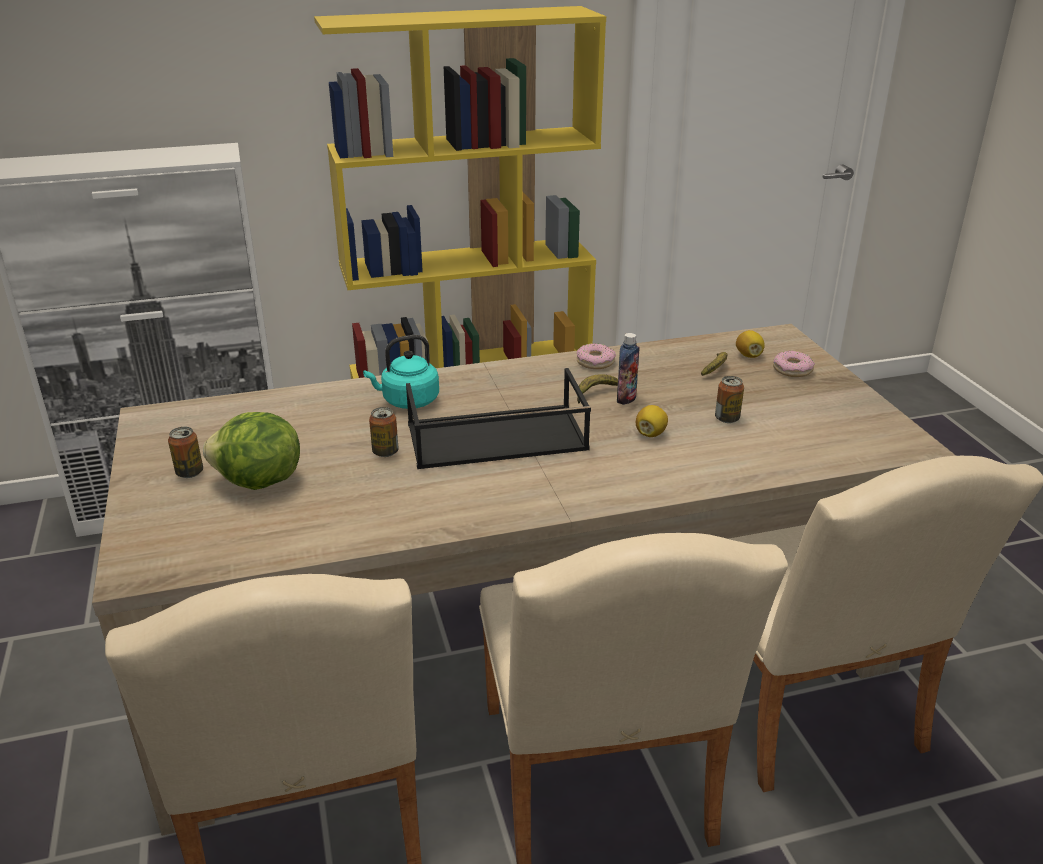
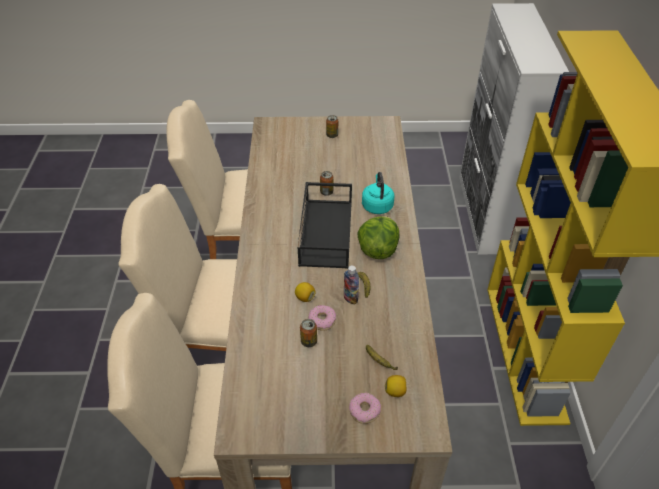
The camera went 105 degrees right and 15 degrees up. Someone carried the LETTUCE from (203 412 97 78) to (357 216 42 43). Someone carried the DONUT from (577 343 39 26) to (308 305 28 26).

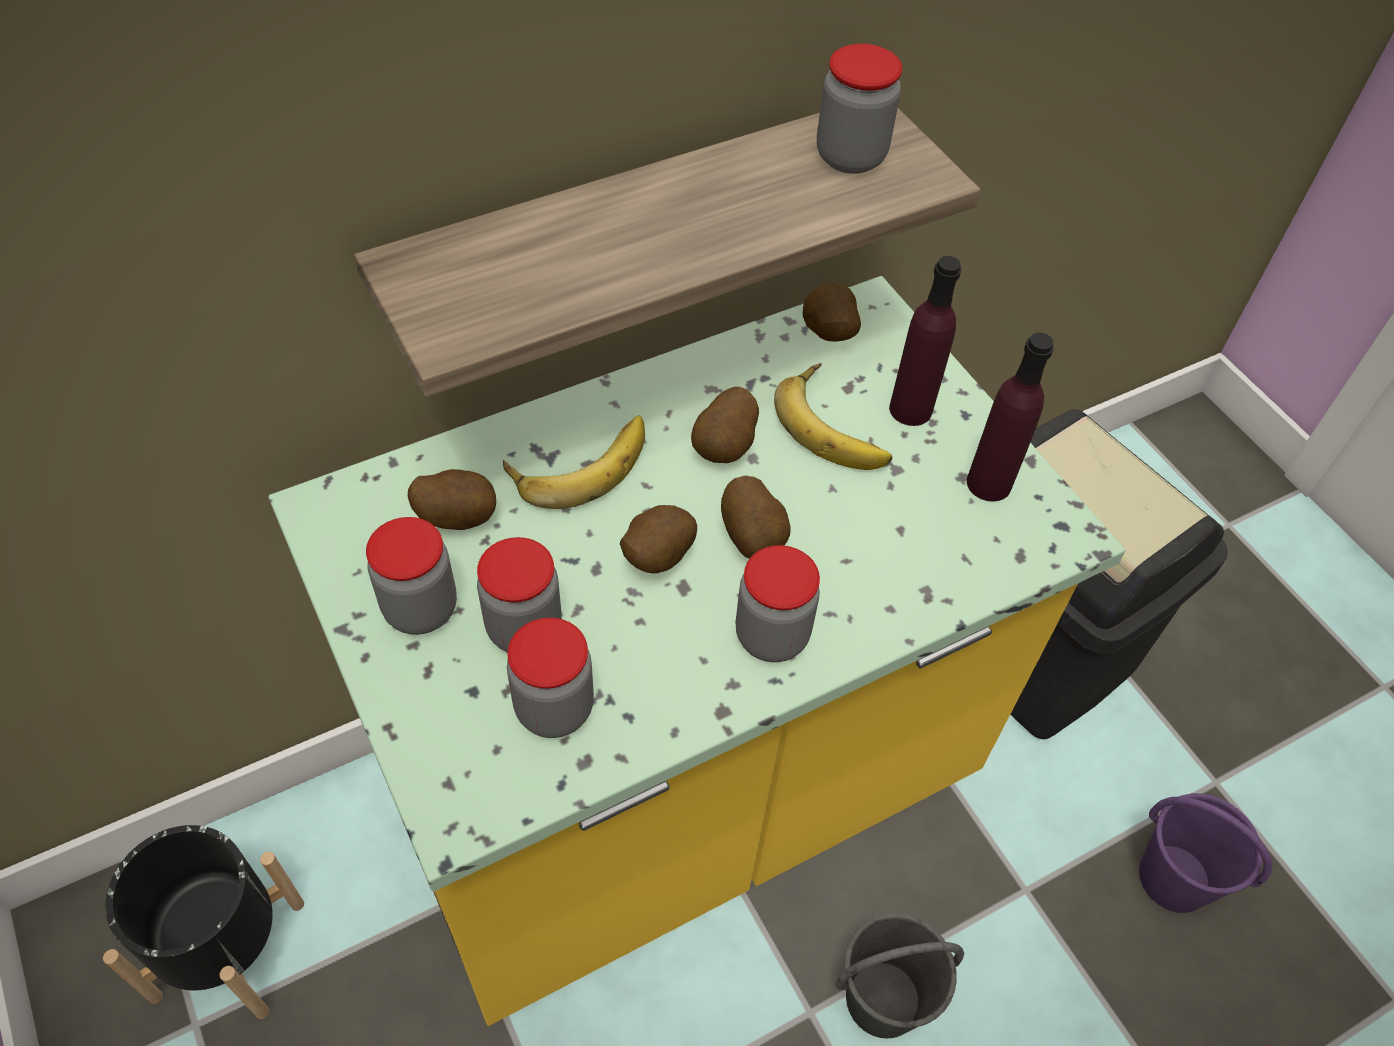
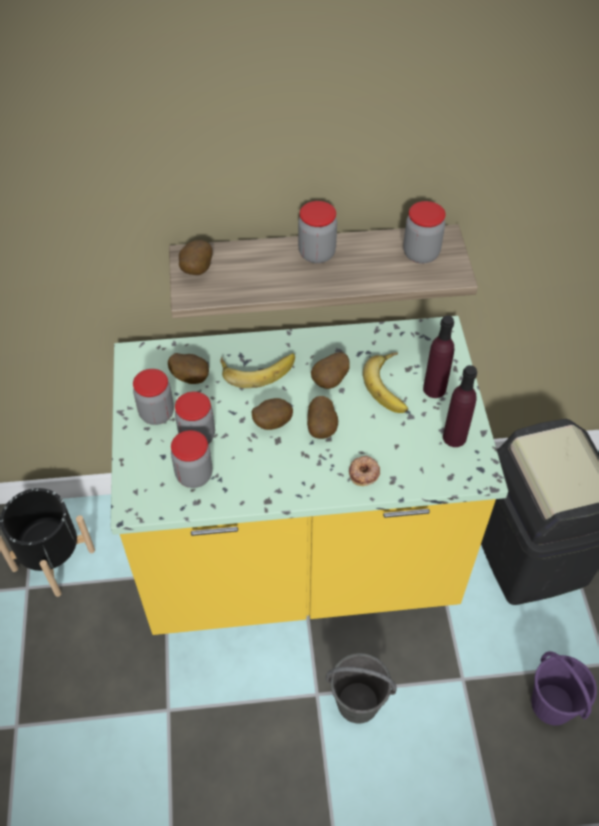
The camera went 25 degrees right and 0 degrees up. Someone carried the JAR from (735 545 85 117) to (298 201 39 62). Someone carried the POTATO from (803 283 58 59) to (179 240 34 35). Someone put down the DONUT at (349 456 31 30).

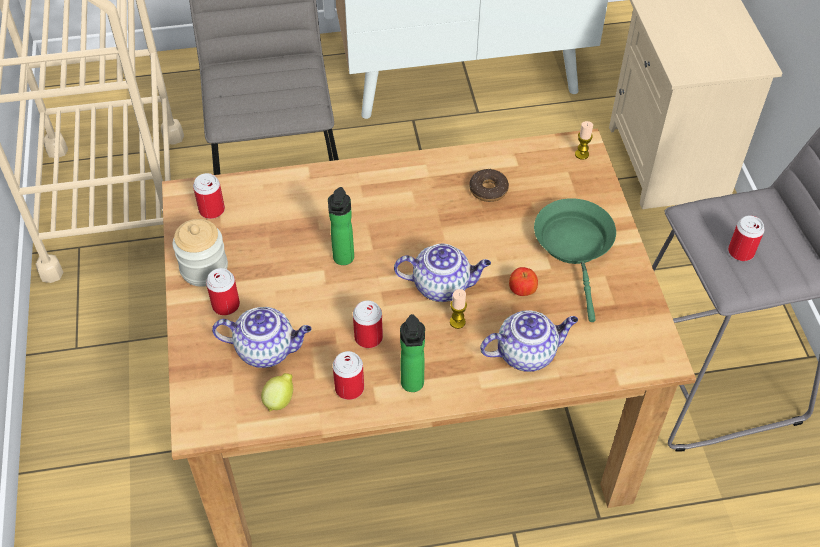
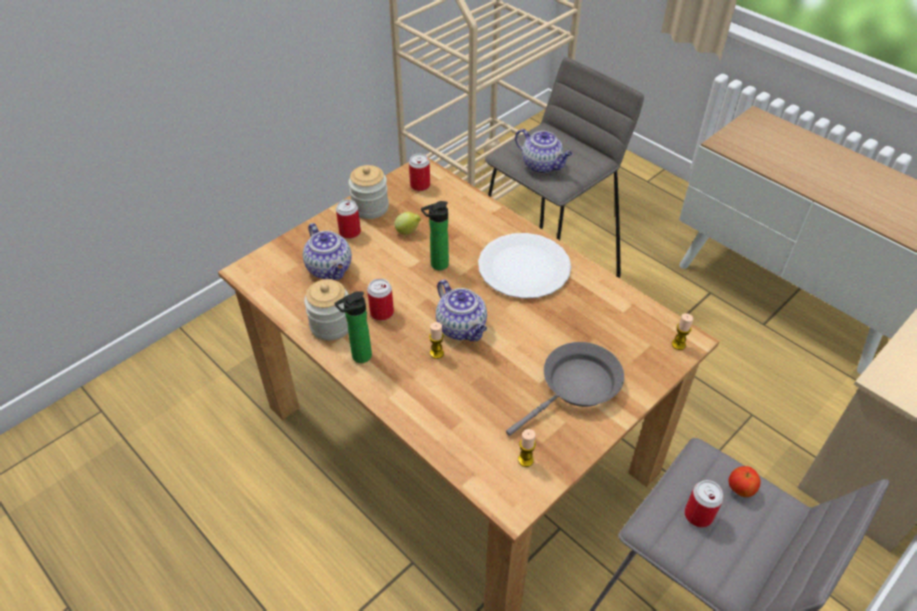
The camera went 55 degrees right and 5 degrees down. Someone carried the LEMON from (261 373 32 38) to (394 212 27 23). Someone swapped the CAN at (333 351 31 49) for the JAR at (304 279 45 62). Someone took away the DONUT at (469 169 40 33). Someone carried the TEAPOT from (480 310 98 62) to (515 129 58 44). Someone carried the APPLE from (509 267 29 29) to (728 466 33 31). Someone repainted the GREEN FRYING PAN at (534 198 82 124), which became the GREY FRYING PAN at (506 342 118 94). Someone put down the WHITE PLATE at (478 233 93 66). Someone put down the CANDLE at (518 429 18 38).

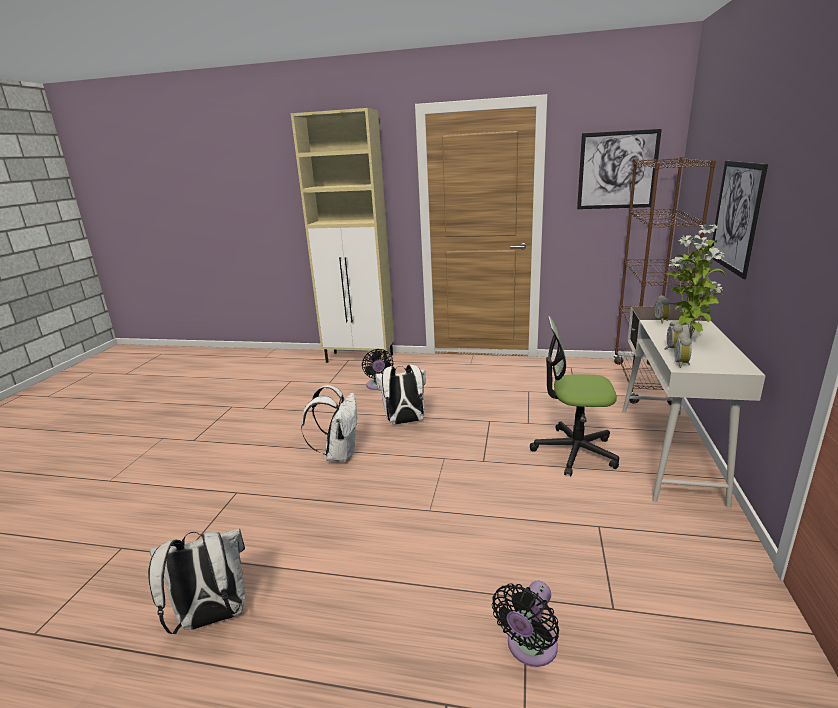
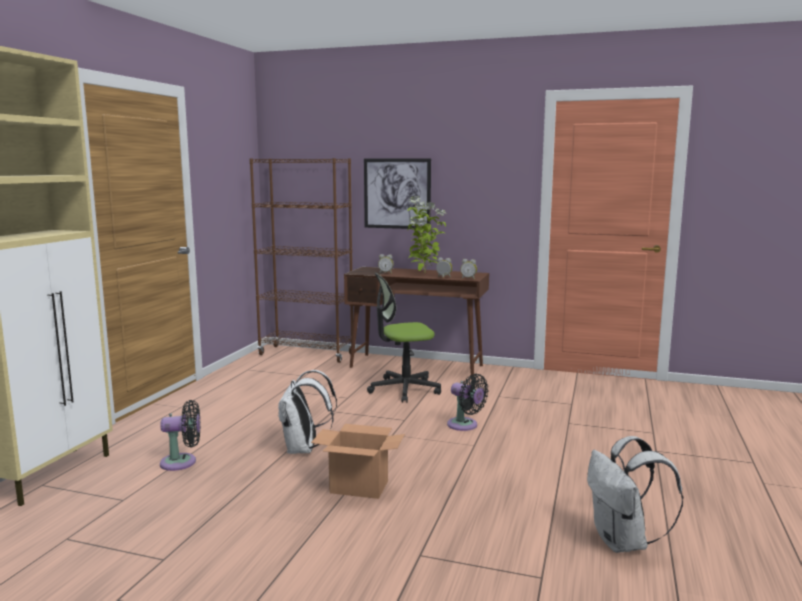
The camera went 85 degrees left and 10 degrees down. Someone swapped the WHITE BACKPACK at (301 385 57 77) for the CARDBOARD BOX at (311 424 94 75). Someone carried the BLACK FAN from (492 581 67 86) to (447 374 42 57). Someone rotated the OFFICE CHAIR at (530 316 89 160) by 60 degrees clockwise. Someone took away the PICTURE at (577 129 85 80). Someone repainted the WHITE DESK at (622 307 144 201), which became the BROWN DESK at (344 267 145 113).

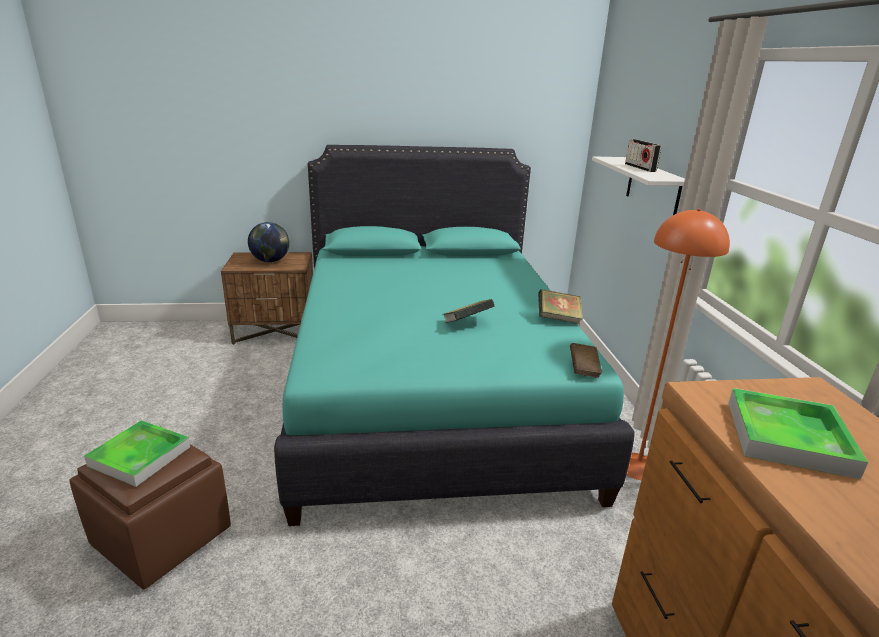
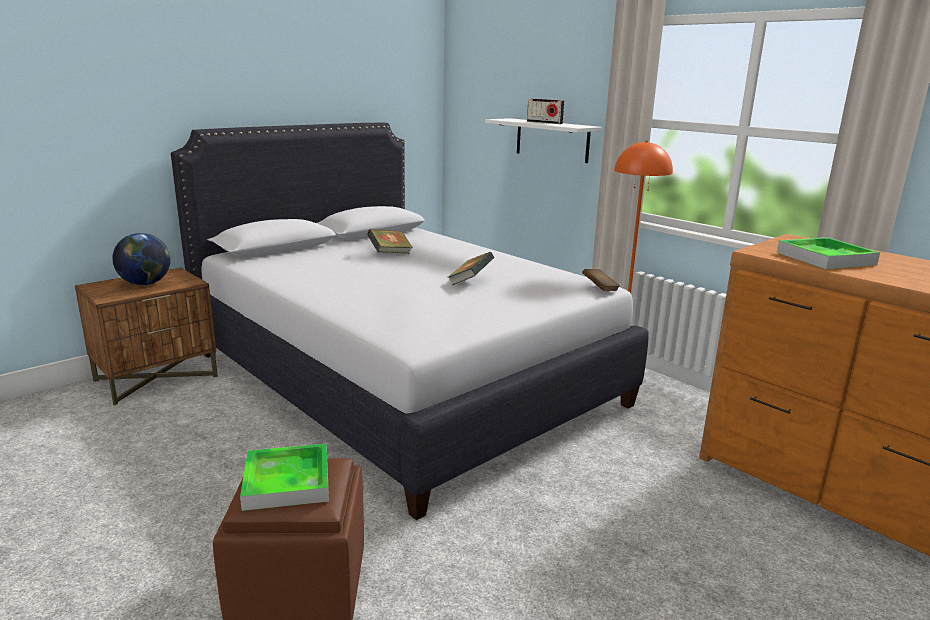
The camera went 35 degrees left and 5 degrees down. Someone repainted the TURQUOISE BED at (274 145 361 381), which became the WHITE BED at (171 122 478 398). Someone carried the BOOK from (538 289 45 35) to (367 229 46 25).

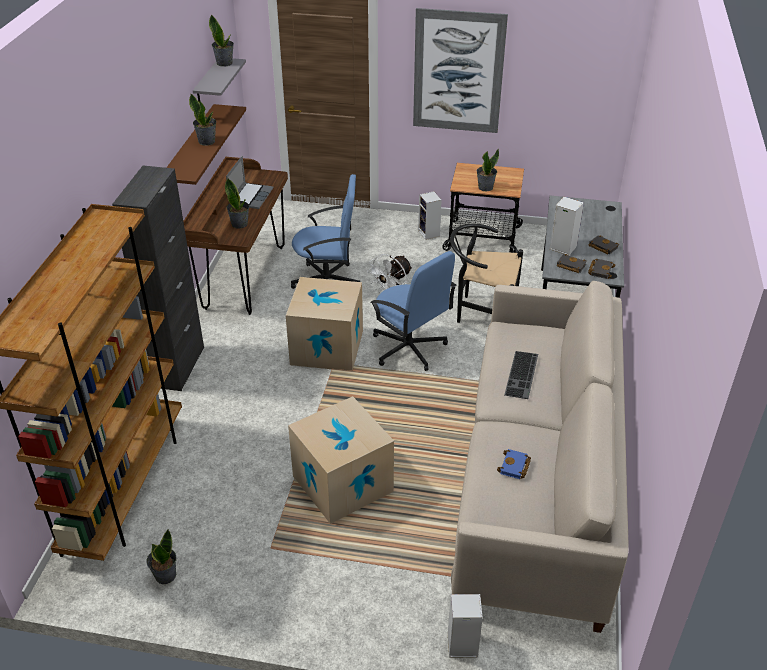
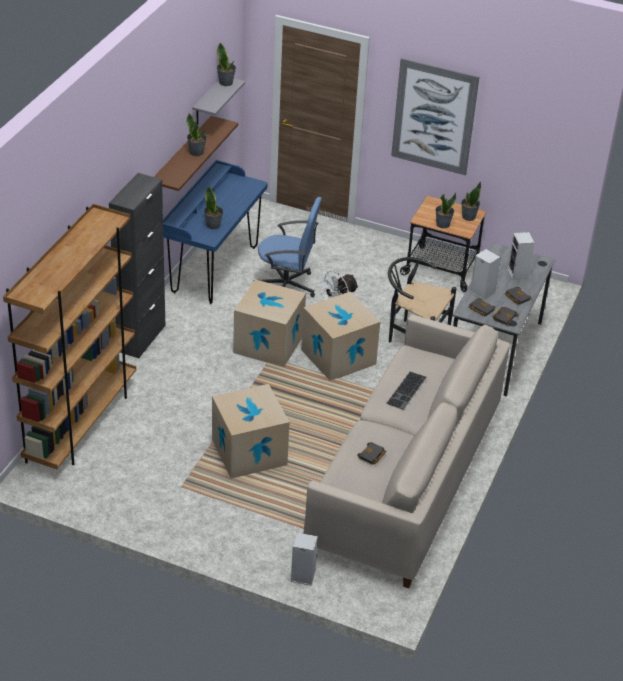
The camera went 10 degrees right and 0 degrees up. Someone carried the POTTED PLANT from (146 529 31 55) to (461 182 20 39). Someone repainted the BROWN DESK at (183 157 105 158), which became the BLUE DESK at (163 160 105 144). Someone took away the LAPTOP at (226 156 47 53). Someone swapped the BLUE OFFICE CHAIR at (370 251 87 120) for the CARDBOARD BOX at (301 292 79 89). Someone carried the SPEAKER from (418 191 24 49) to (507 232 28 48). Someone repainted the BLUE BOOK at (497 449 34 30), which became the BLACK BOOK at (357 442 29 22).

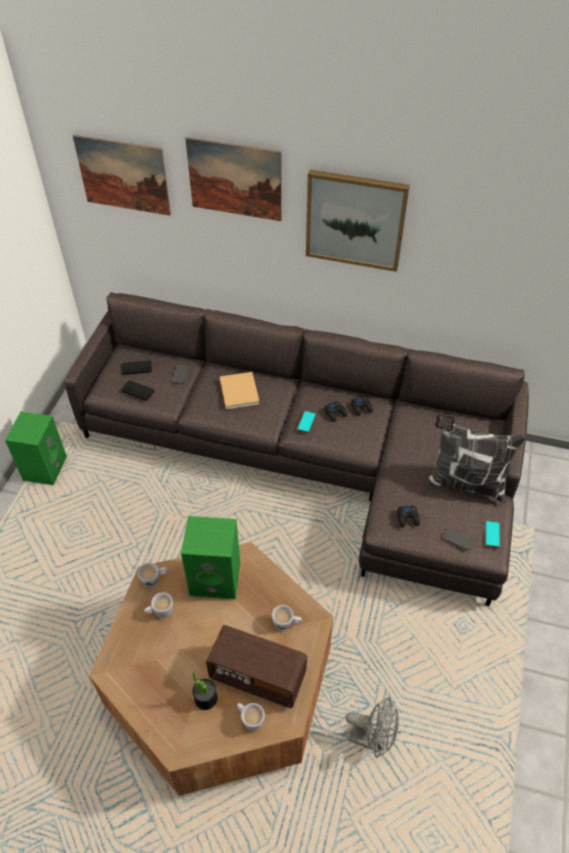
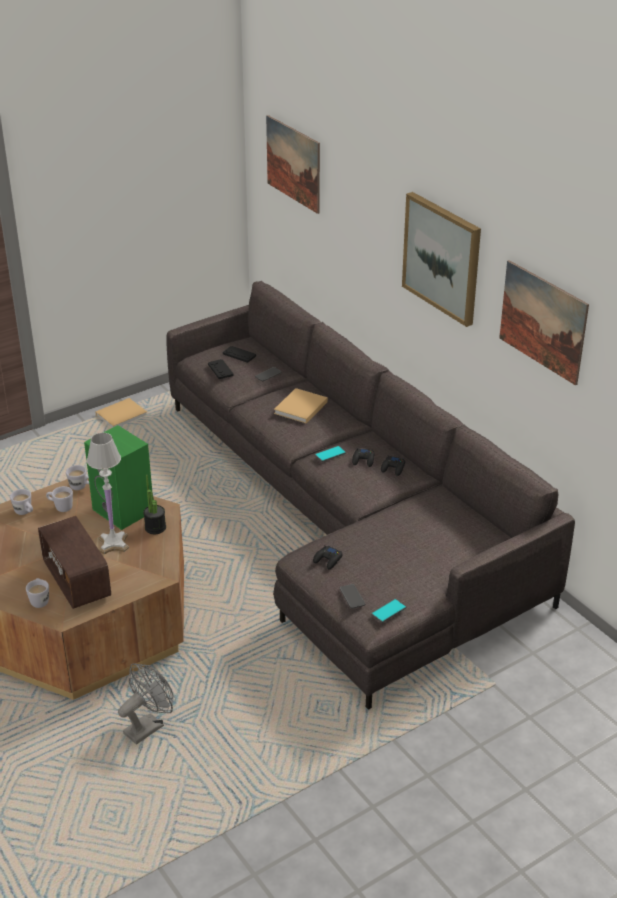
The camera went 40 degrees right and 15 degrees down. Someone swapped the GREEN SPEAKER at (5 411 62 74) for the BEIGE BOOK at (95 398 52 30). Someone carried the PICTURE from (185 137 97 84) to (499 260 90 125). Someone carried the POTTED PLANT from (192 671 25 39) to (143 475 23 59). Someone carried the WHITE MUG from (272 605 30 26) to (10 489 23 26). Someone rotated the GREY FAN at (345 697 54 61) by 105 degrees counterclockwise. Someone took away the PILLOW at (426 414 100 89). Someone put down the WHITE TABLE LAMP at (87 433 42 121).

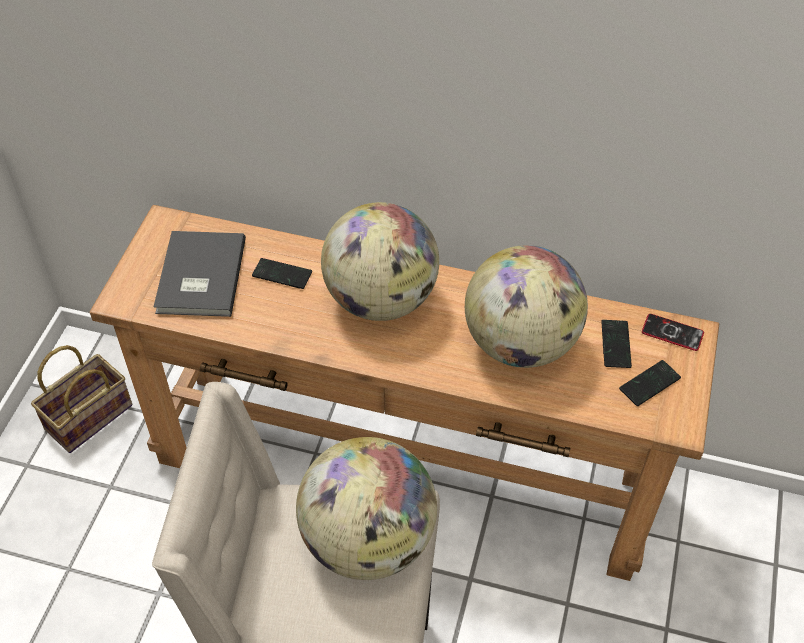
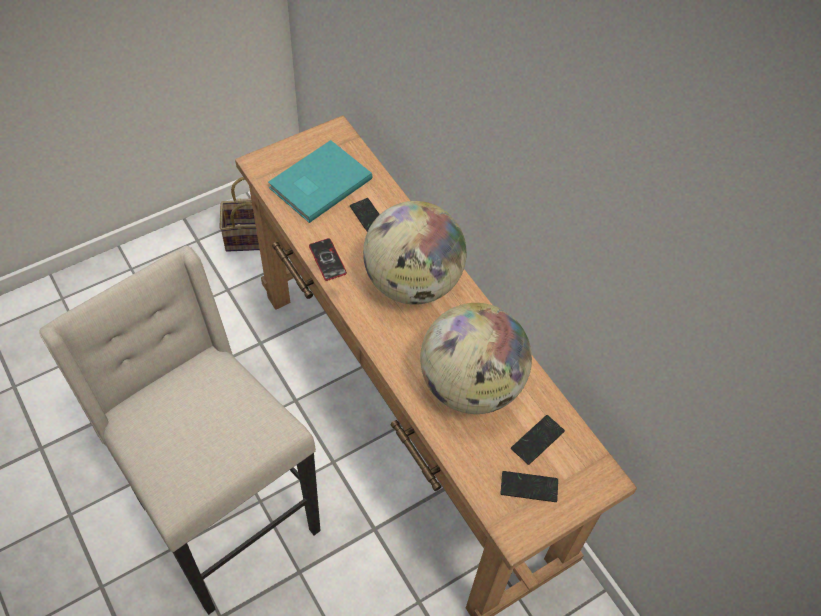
The camera went 40 degrees right and 5 degrees up. Someone repainted the GREY BOOK at (154 231 92 86), which became the TURQUOISE BOOK at (268 140 105 83). Someone took away the GLOBE at (296 437 141 143). Someone carried the PHONE from (642 314 62 37) to (309 238 38 43).

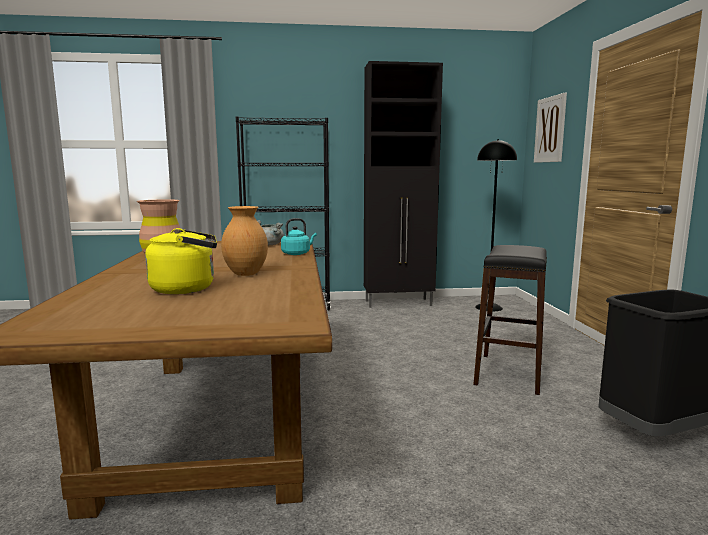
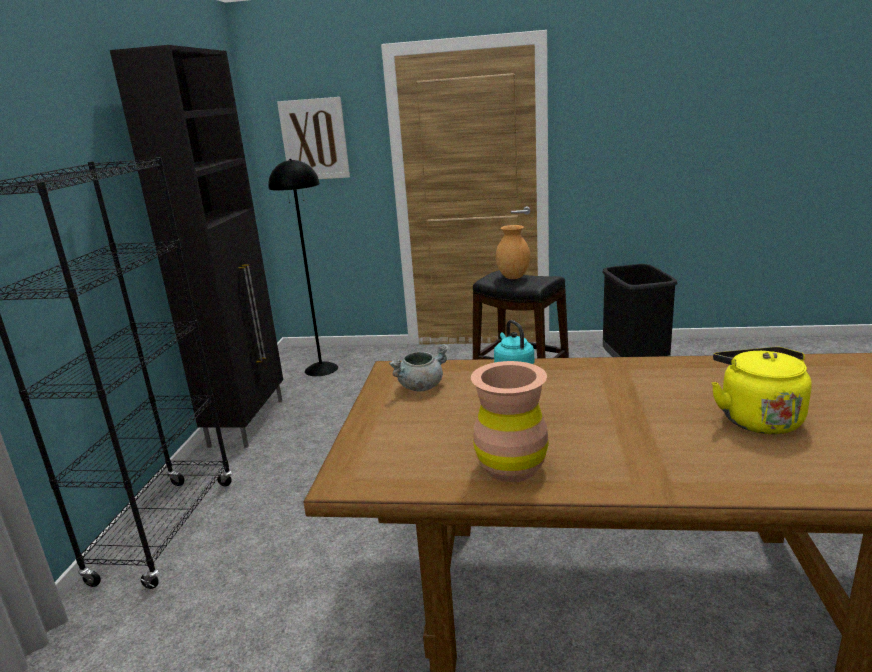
The camera went 75 degrees left and 10 degrees up. Someone carried the BROWN VASE from (221 206 47 70) to (496 225 34 54).

